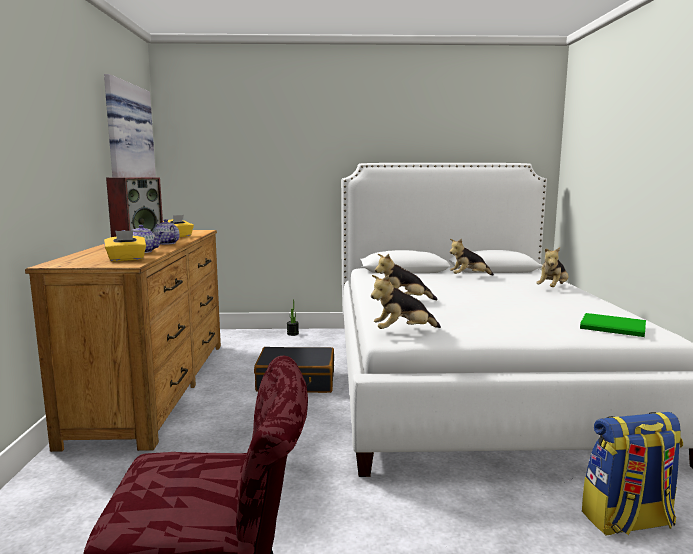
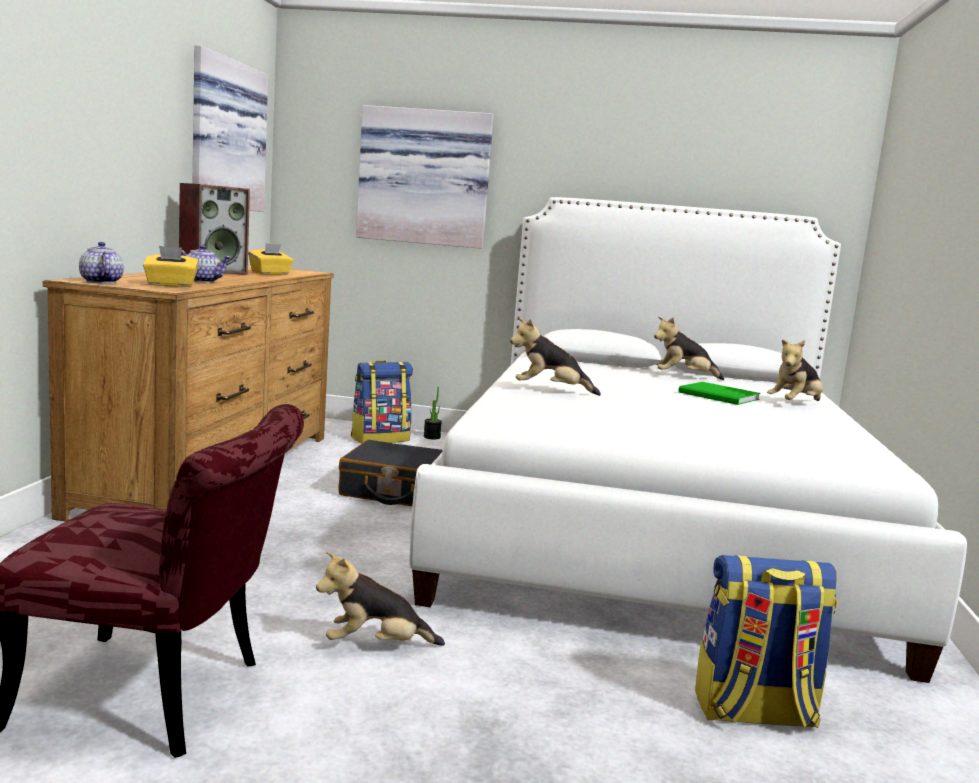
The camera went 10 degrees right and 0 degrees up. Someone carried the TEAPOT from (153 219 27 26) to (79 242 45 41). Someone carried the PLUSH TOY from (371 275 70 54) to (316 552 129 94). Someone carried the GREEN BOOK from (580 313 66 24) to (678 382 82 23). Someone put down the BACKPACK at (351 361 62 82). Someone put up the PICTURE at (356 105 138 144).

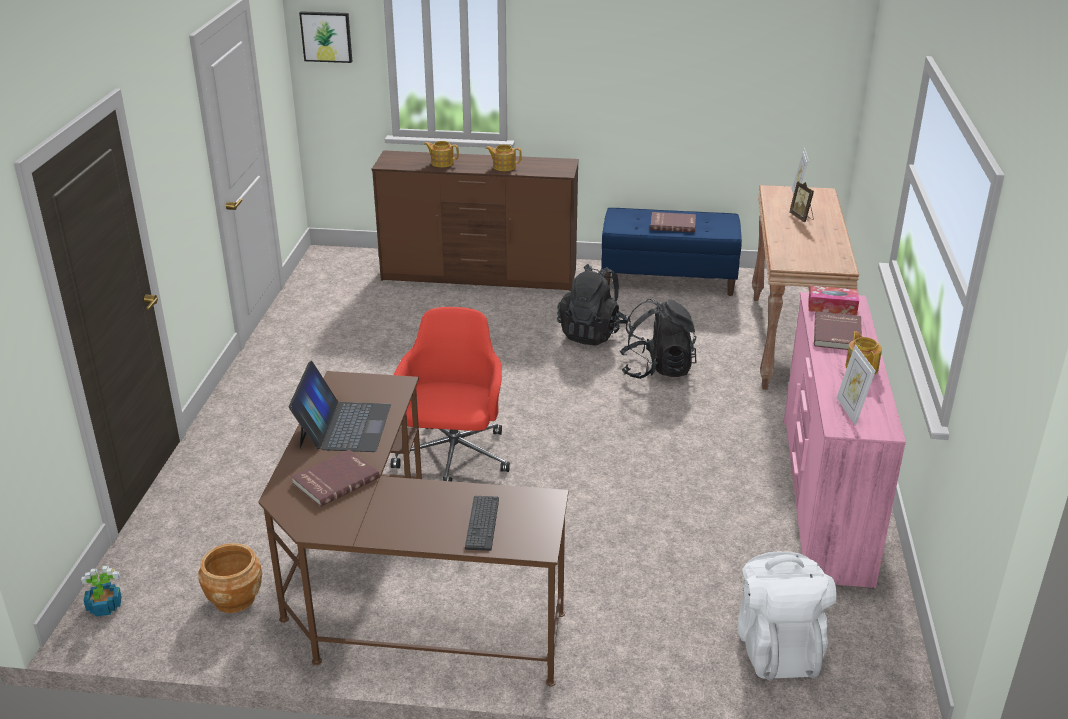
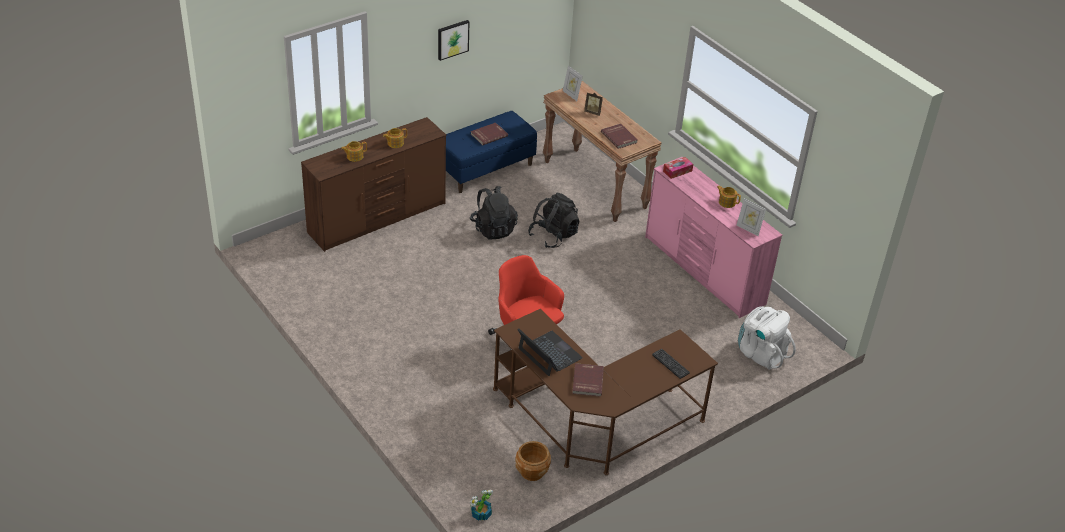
The camera went 45 degrees left and 10 degrees up. Someone carried the PICTURE from (299 11 53 52) to (438 20 31 41). Someone carried the RED BOOK from (814 311 48 39) to (601 124 36 25).

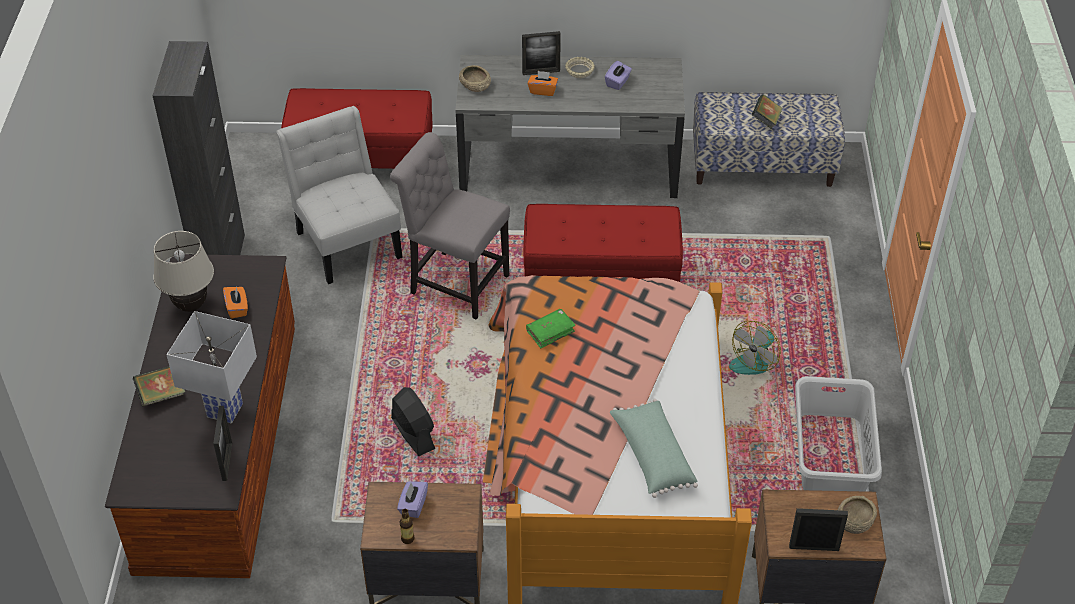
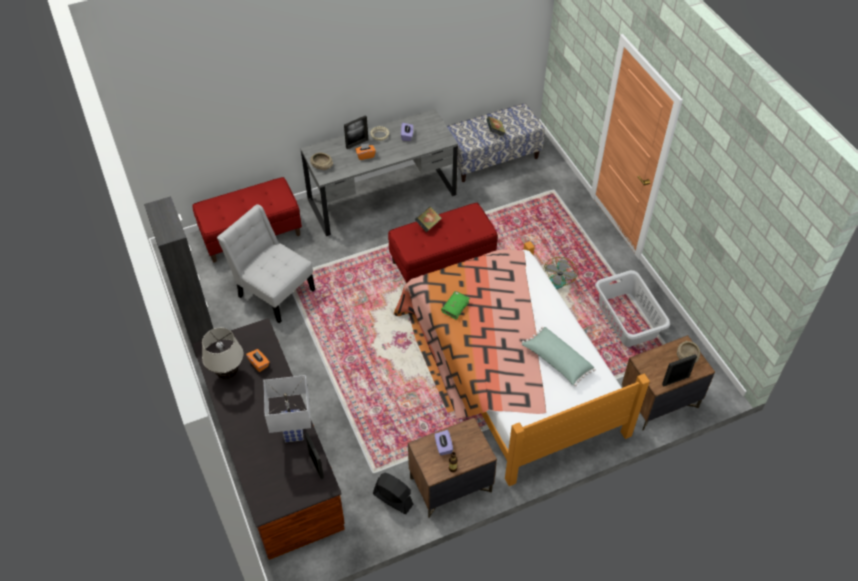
The camera went 25 degrees left and 5 degrees up. Someone carried the BOOK from (133 367 52 39) to (415 206 27 26). Someone took away the GREY CHAIR at (390 132 120 187). Someone carried the BLACK FAN from (391 387 44 69) to (373 472 40 42).

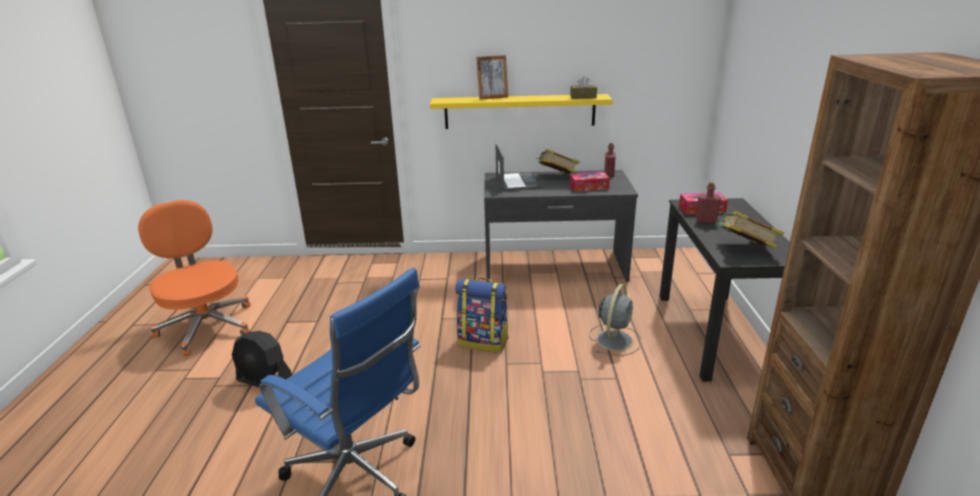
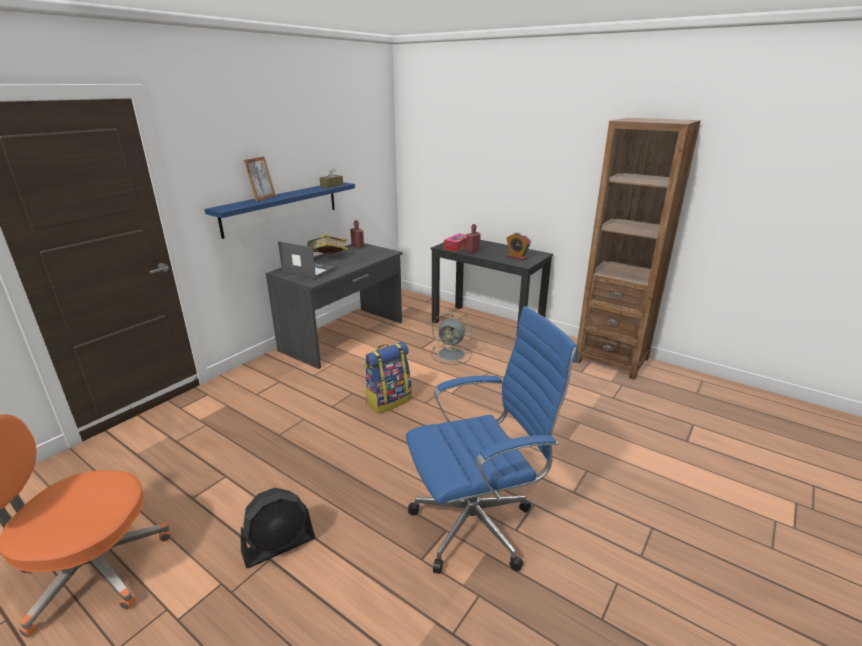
The camera went 55 degrees left and 0 degrees up. Someone repainted the YELLOW SHELF at (430 94 183 35), which became the BLUE SHELF at (205 182 150 57). Someone took away the TISSUE BOX at (570 172 40 20). Someone rotated the GREY FAN at (589 284 52 72) by 135 degrees clockwise. Someone swapped the BOOK at (716 212 68 36) for the ALARM CLOCK at (506 233 25 28).

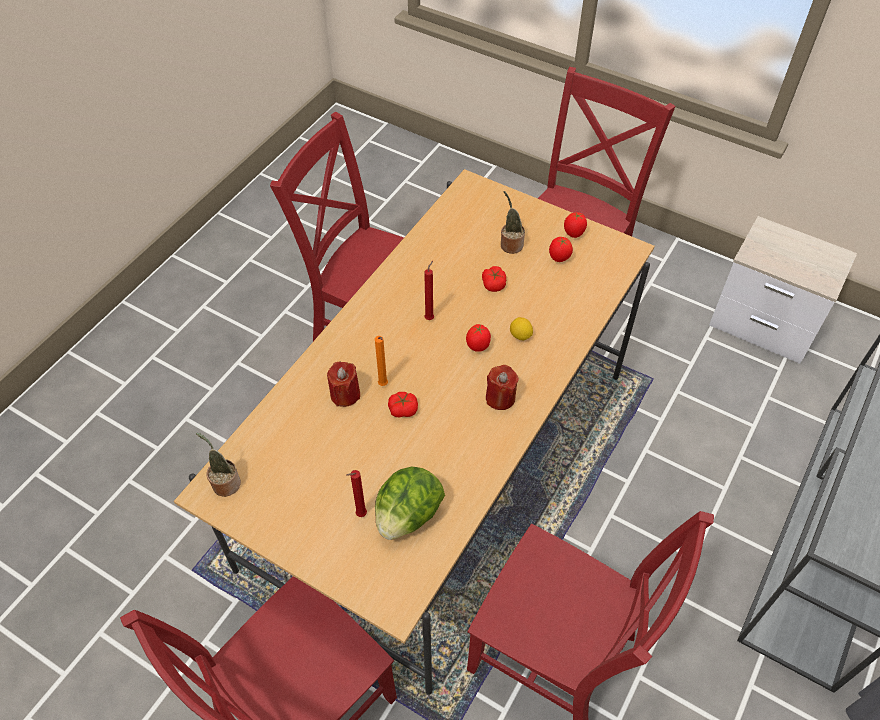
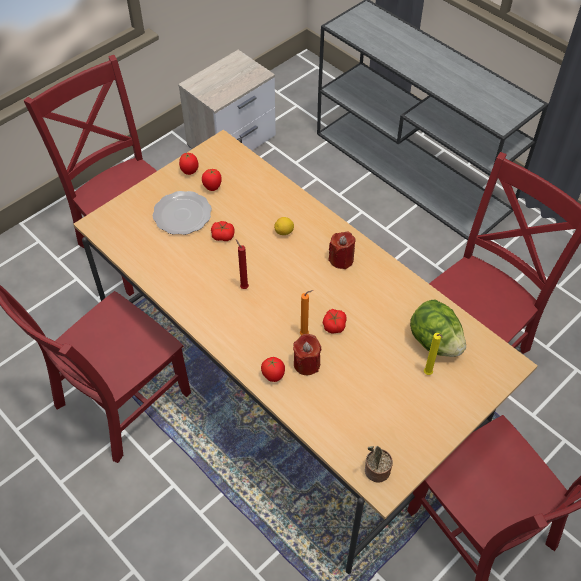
The camera went 75 degrees left and 0 degrees up. Someone repainted the RED CANDLE at (346 470 21 47), which became the YELLOW CANDLE at (424 333 19 42). Someone carried the TOMATO from (466 324 25 28) to (261 357 24 25). Someone swapped the POTTED PLANT at (501 191 24 63) for the PLATE at (152 191 60 44).

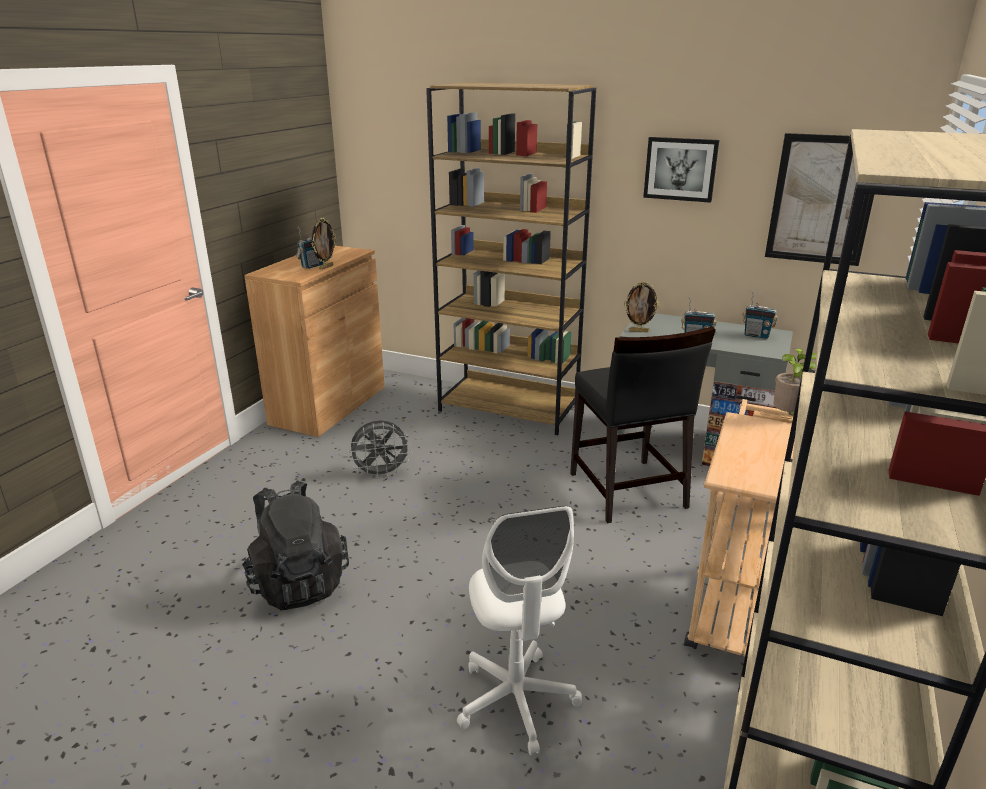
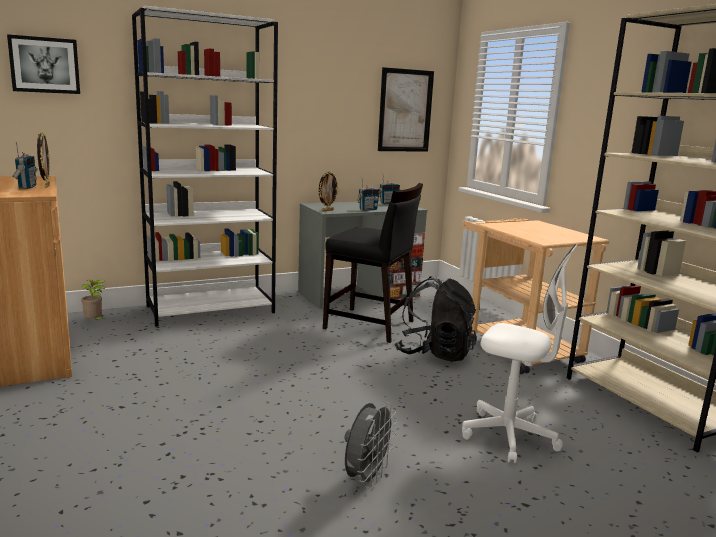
The camera went 50 degrees left and 10 degrees down. Someone carried the BLACK BACKPACK from (242 480 107 130) to (395 276 81 85). Someone carried the GREY FAN from (348 420 64 59) to (345 402 52 86). Someone repainted the BROWN BOOKCASE at (426 82 170 353), which became the WHITE BOOKCASE at (132 6 146 321). Someone carried the PICTURE from (643 137 76 66) to (7 34 73 60). Someone carried the POTTED PLANT from (773 348 43 68) to (81 280 25 40).

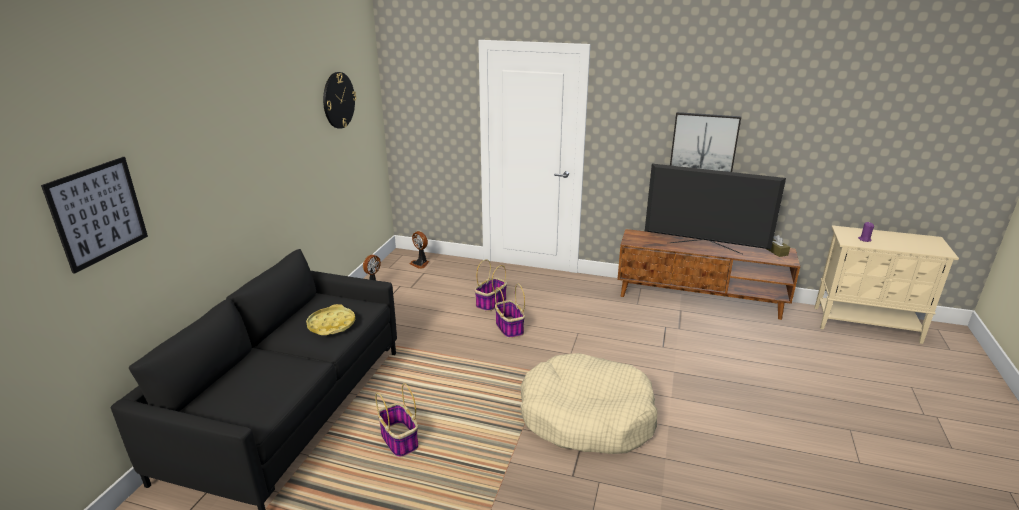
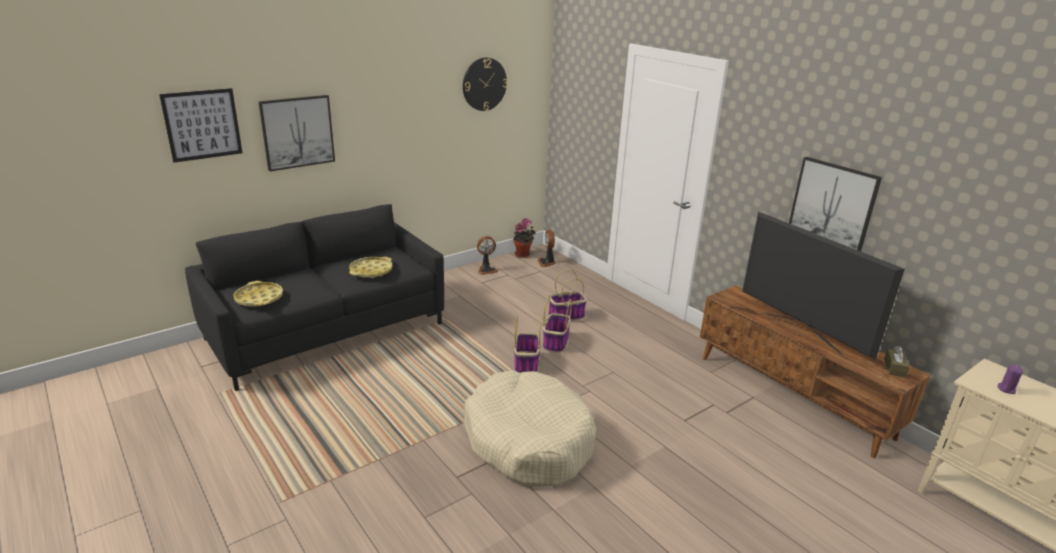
The camera went 35 degrees right and 0 degrees up. Someone carried the BASKET from (375 383 44 74) to (514 314 27 59). Someone put down the YELLOW TRAY at (233 281 50 25). Someone put up the PICTURE at (258 95 77 76). Someone put down the POTTED PLANT at (513 218 23 40).

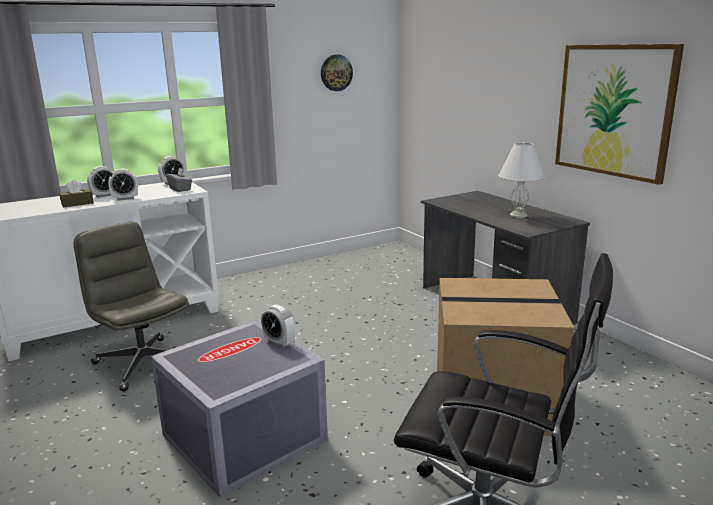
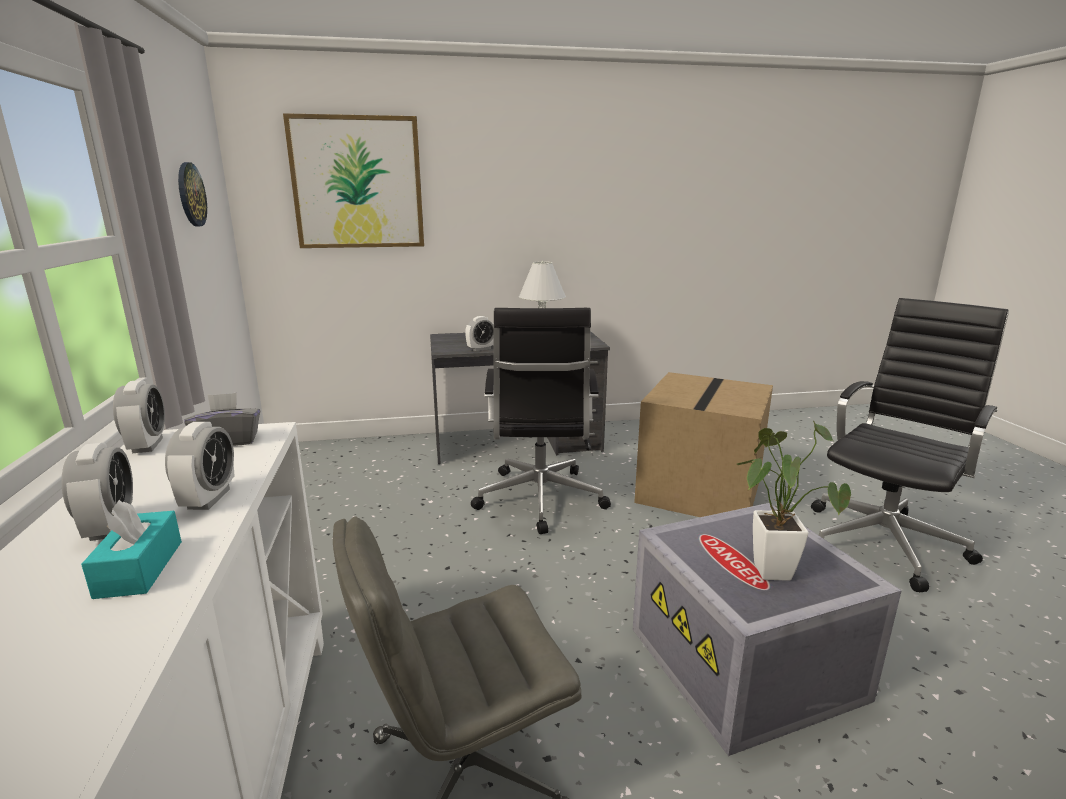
The camera went 70 degrees left and 0 degrees up. Someone repainted the BROWN TISSUE BOX at (59 180 35 28), which became the TURQUOISE TISSUE BOX at (81 500 101 99). Someone carried the ALARM CLOCK from (261 305 34 43) to (465 316 29 35). Someone carried the PICTURE from (555 44 129 141) to (283 113 141 135). Someone put down the BLACK OFFICE CHAIR at (471 308 140 226). Someone put down the POTTED PLANT at (737 420 114 161).

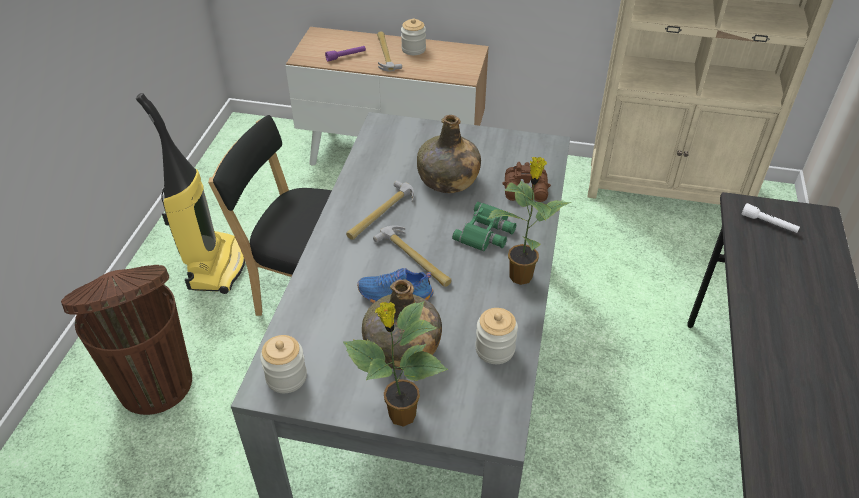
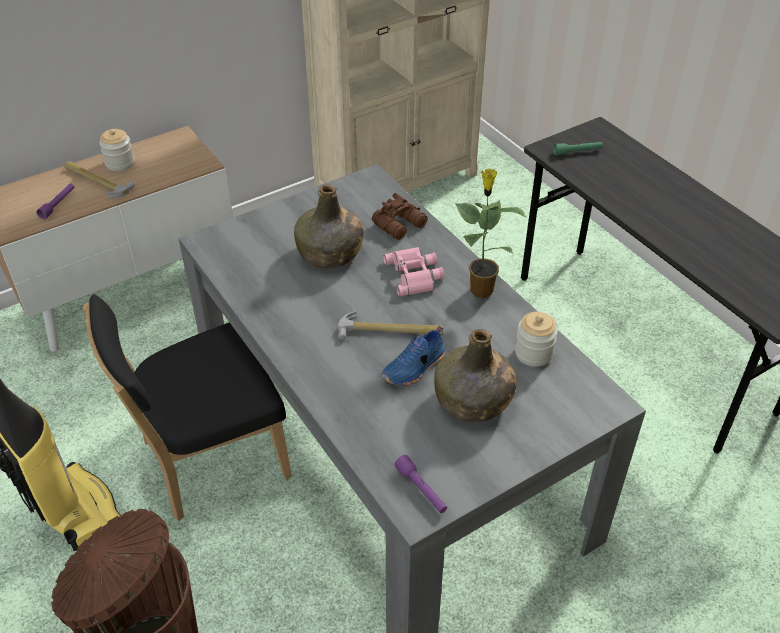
The camera went 45 degrees left and 0 degrees up. Someone swapped the JAR at (260 335 47 58) for the PURPLE FLASHLIGHT at (394 455 53 58). Someone took away the POTTED PLANT at (343 301 105 126). Someone took away the HAMMER at (346 181 68 59). Someone repainted the GREEN BINOCULARS at (452 202 64 50), which became the PINK BINOCULARS at (383 247 61 50). Someone repainted the WHITE FLASHLIGHT at (741 203 59 30), which became the GREEN FLASHLIGHT at (553 142 50 13).

